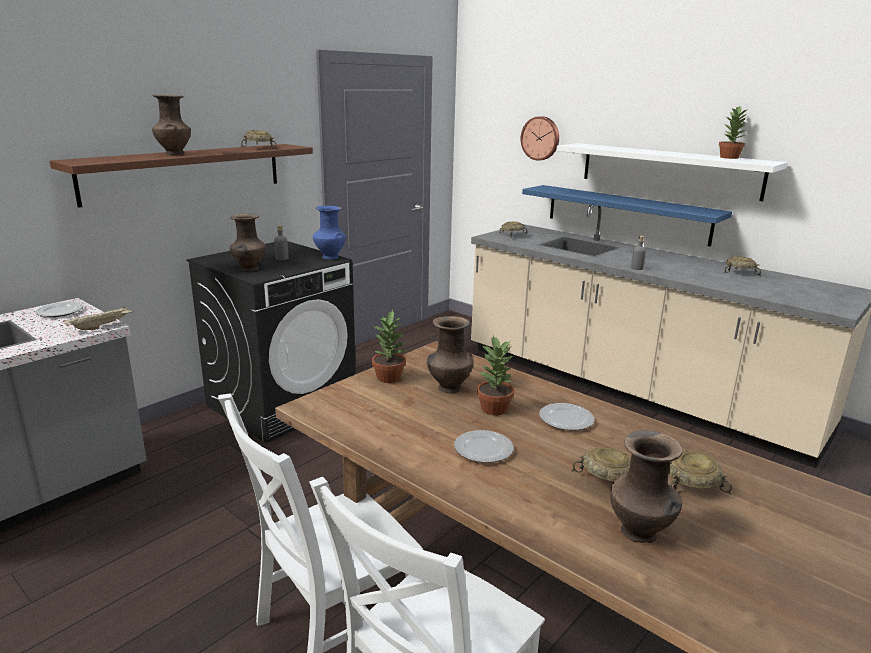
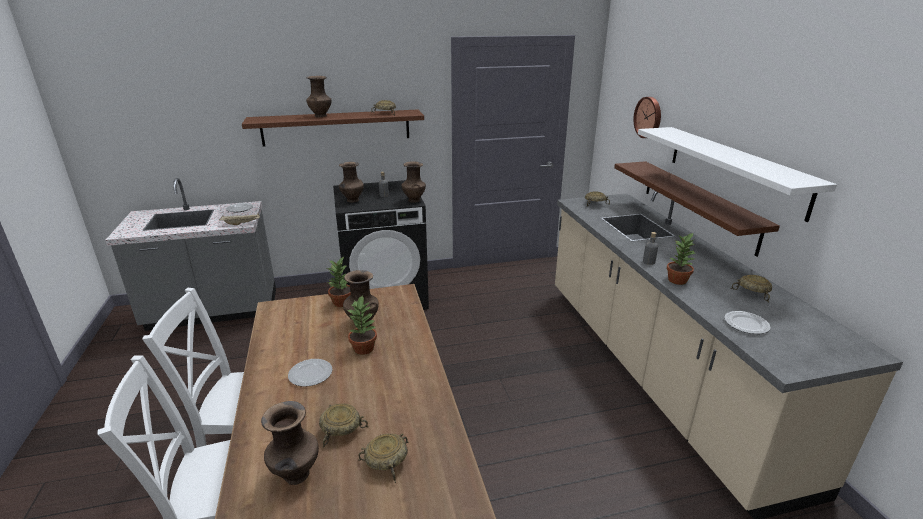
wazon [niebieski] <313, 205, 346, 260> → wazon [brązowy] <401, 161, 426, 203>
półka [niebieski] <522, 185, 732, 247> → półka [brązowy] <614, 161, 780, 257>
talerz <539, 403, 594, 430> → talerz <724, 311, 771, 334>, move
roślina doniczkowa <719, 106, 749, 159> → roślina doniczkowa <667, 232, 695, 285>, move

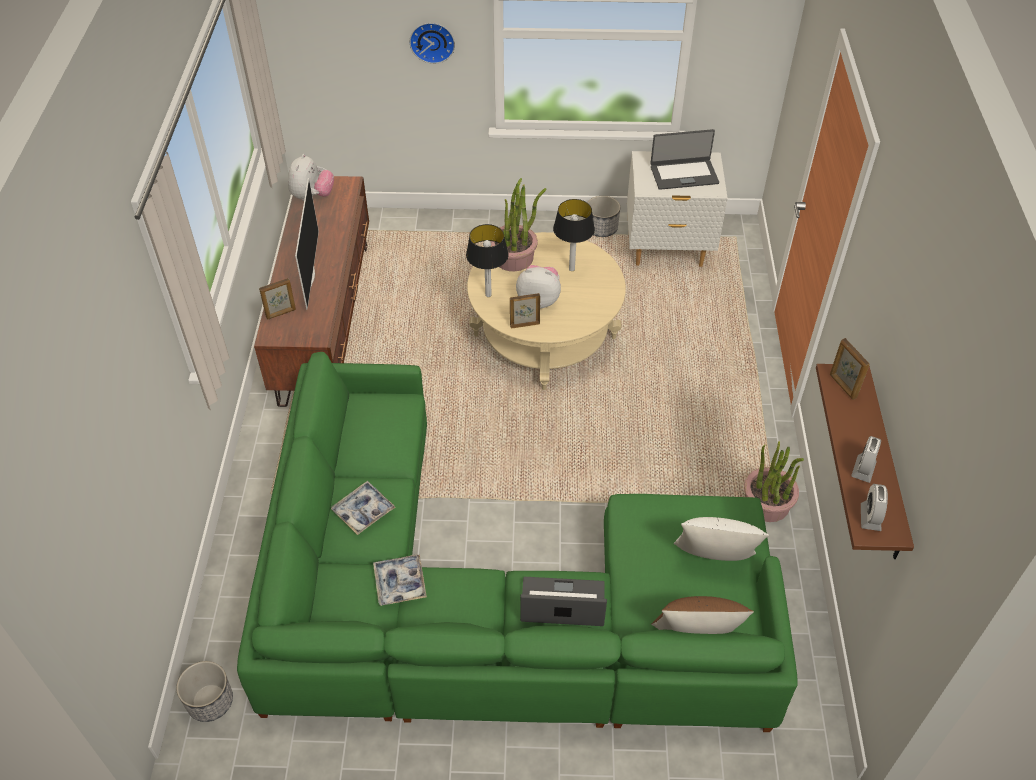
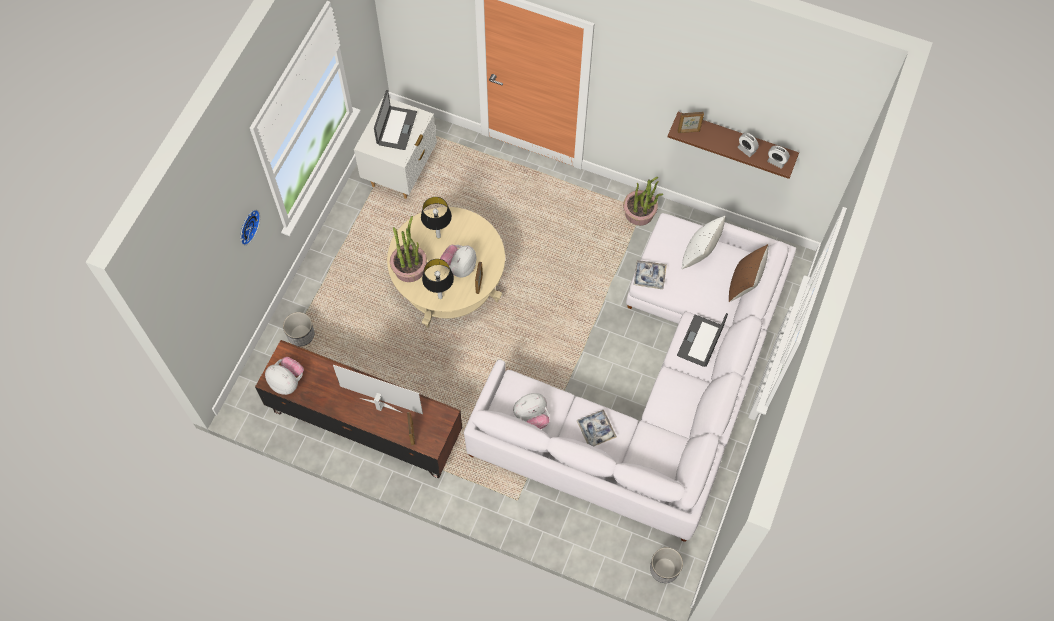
kanapa [zielony] <237, 352, 798, 732> → kanapa [biały] <464, 213, 796, 542>
taca <373, 554, 427, 606> → taca <634, 260, 667, 289>, move
donica <587, 196, 620, 237> → donica <283, 312, 314, 346>, move
- → pluszak <513, 393, 550, 429>

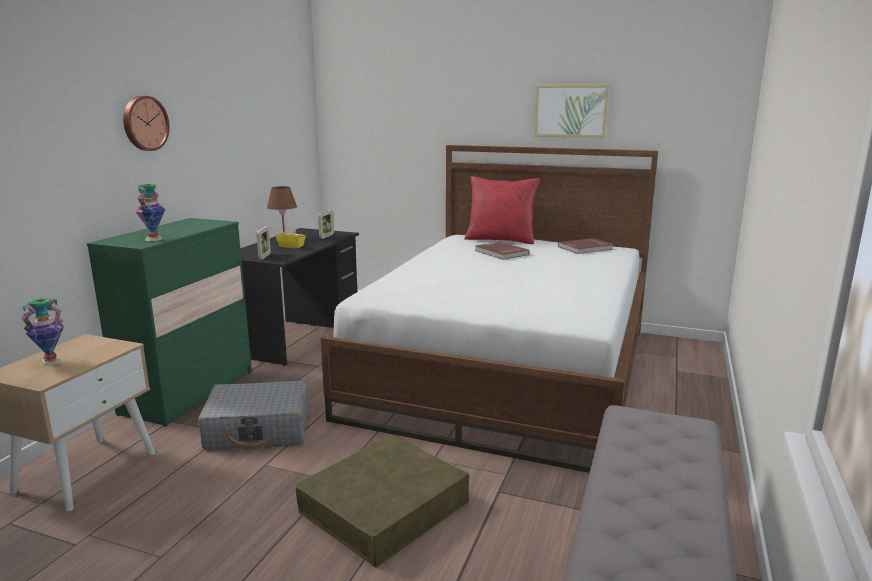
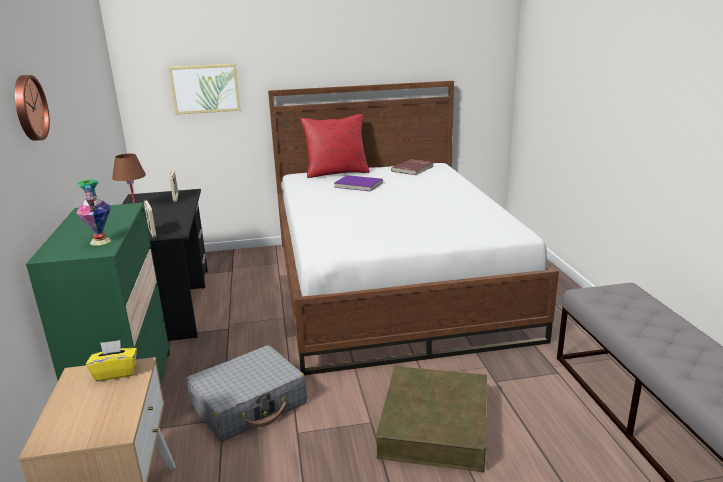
wazon <21, 298, 64, 367> → -
pudełko chusteczek [żółty] <276, 226, 306, 248> → pudełko chusteczek [żółty] <86, 340, 137, 381>, move
książka [czerwony] <475, 242, 529, 260> → książka [fioletowy] <334, 175, 383, 192>
obraz <534, 84, 609, 138> → obraz <168, 64, 240, 114>, move

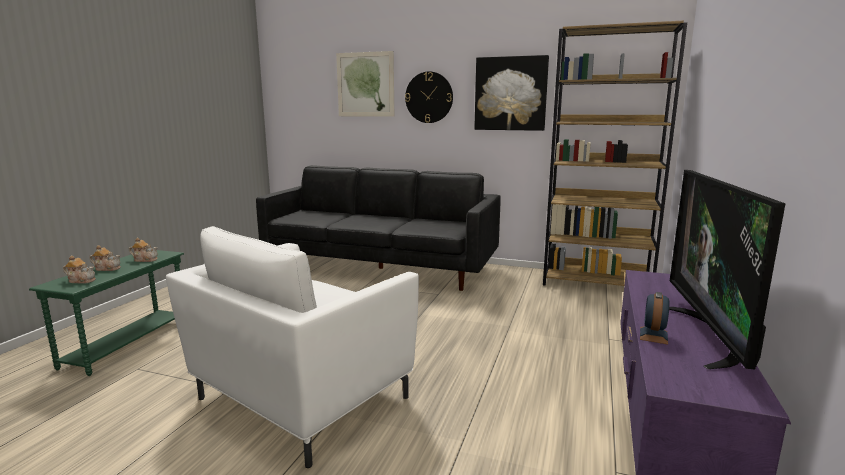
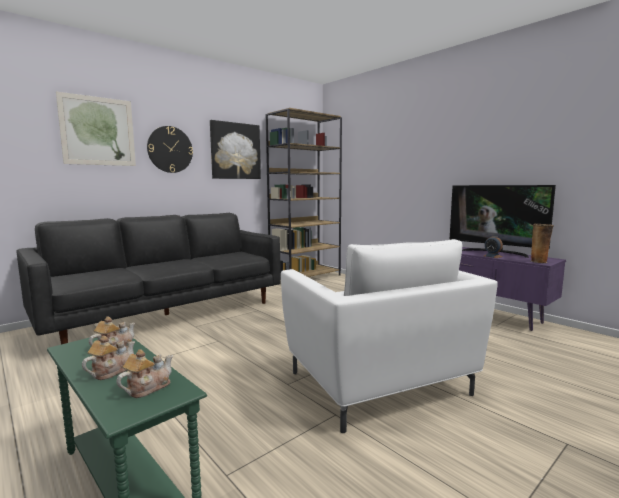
- → wazon <531, 224, 554, 263>

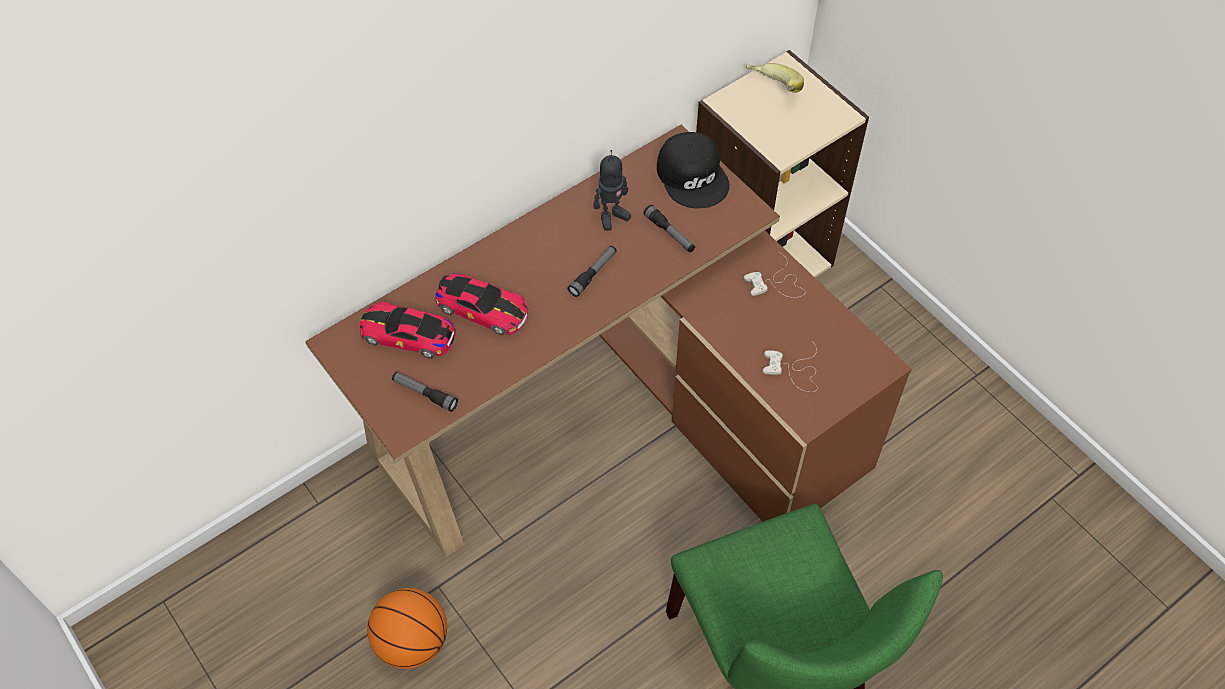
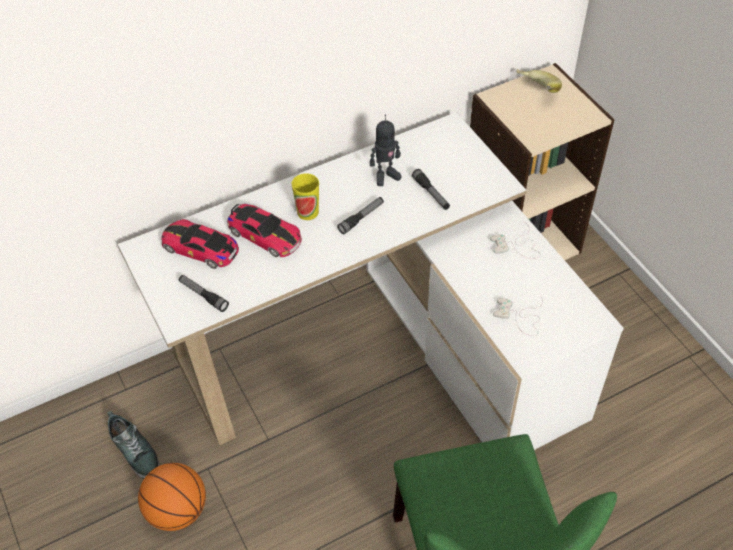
biurko [brązowy] <305, 125, 912, 557> → biurko [biały] <118, 112, 624, 450>
czapka z daszkiem [czarny] <657, 132, 729, 209> → -
- → but <107, 411, 159, 479>
- → filiżanka <292, 173, 319, 220>

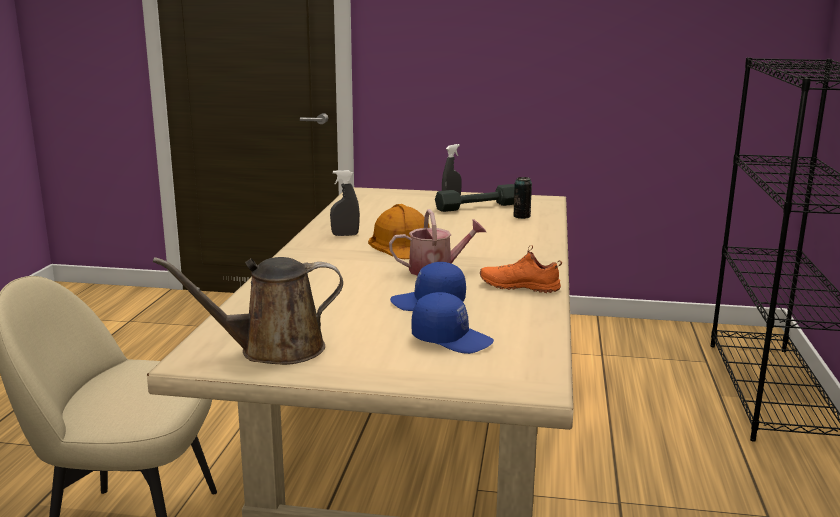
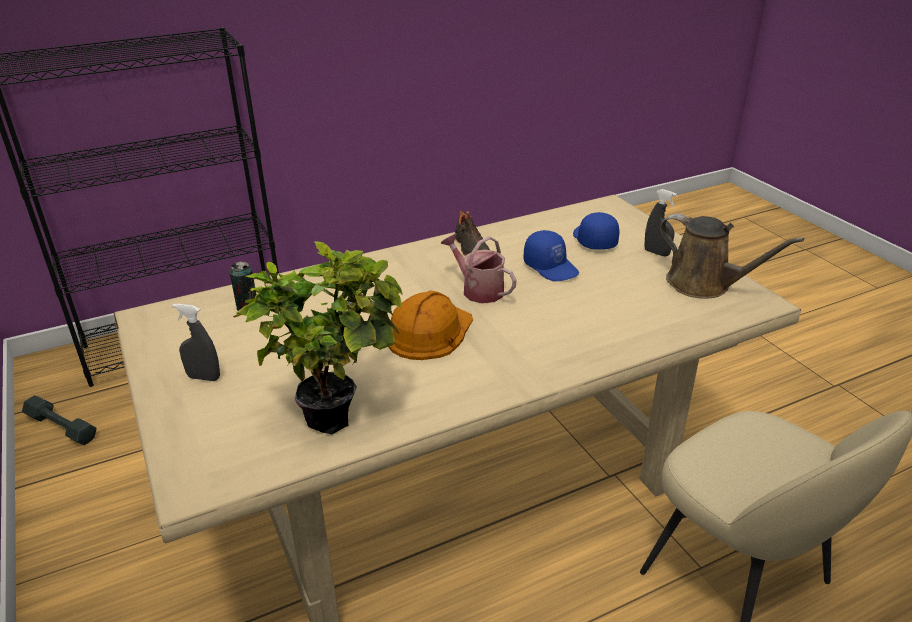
spryskiwacz [szary] <330, 170, 360, 236> → spryskiwacz [szary] <644, 189, 677, 257>, move
hantel [szary] <435, 184, 515, 212> → hantel [szary] <22, 395, 97, 445>, move
but [pomarańczowy] <480, 245, 562, 293> → but [czarny] <454, 210, 490, 255>
- → roślina doniczkowa <233, 241, 403, 434>

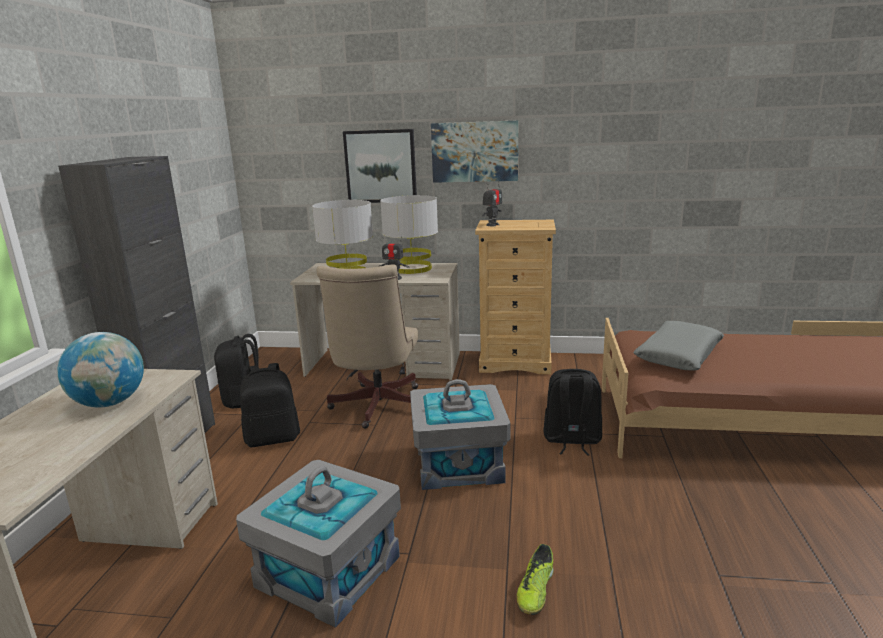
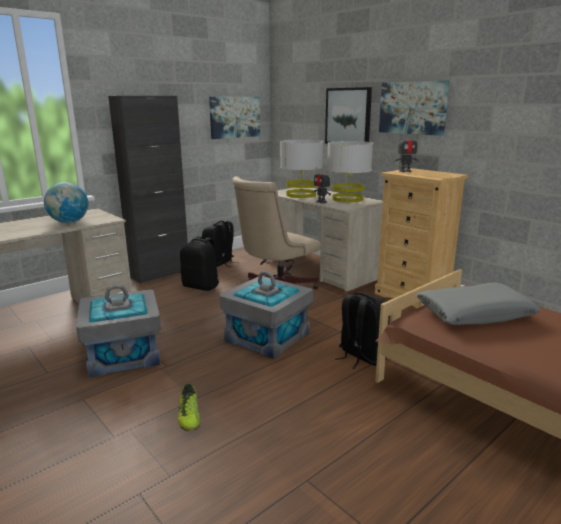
but <517, 544, 554, 615> → but <178, 384, 200, 431>, 75 degrees counterclockwise
- → obraz <209, 97, 260, 139>

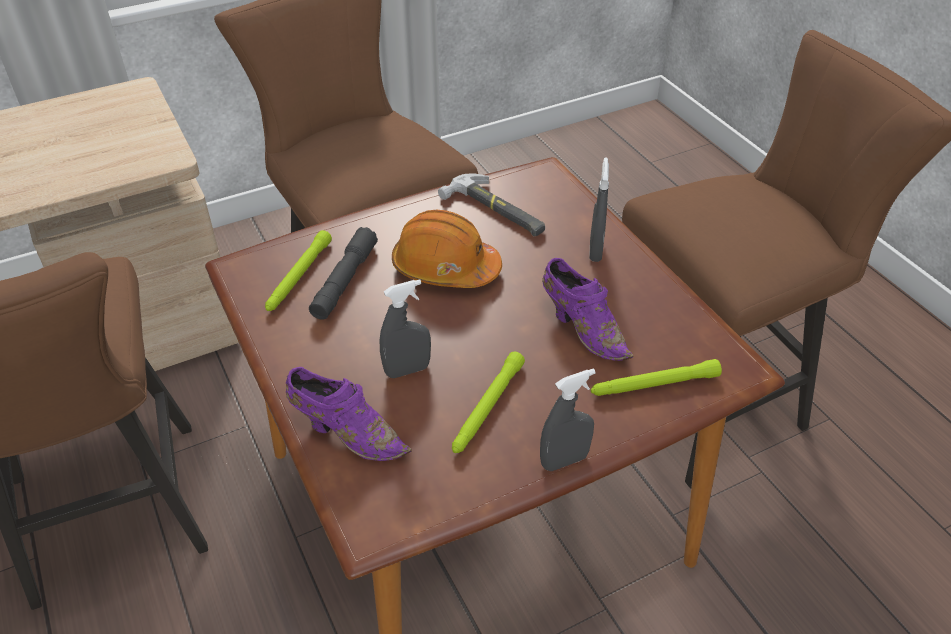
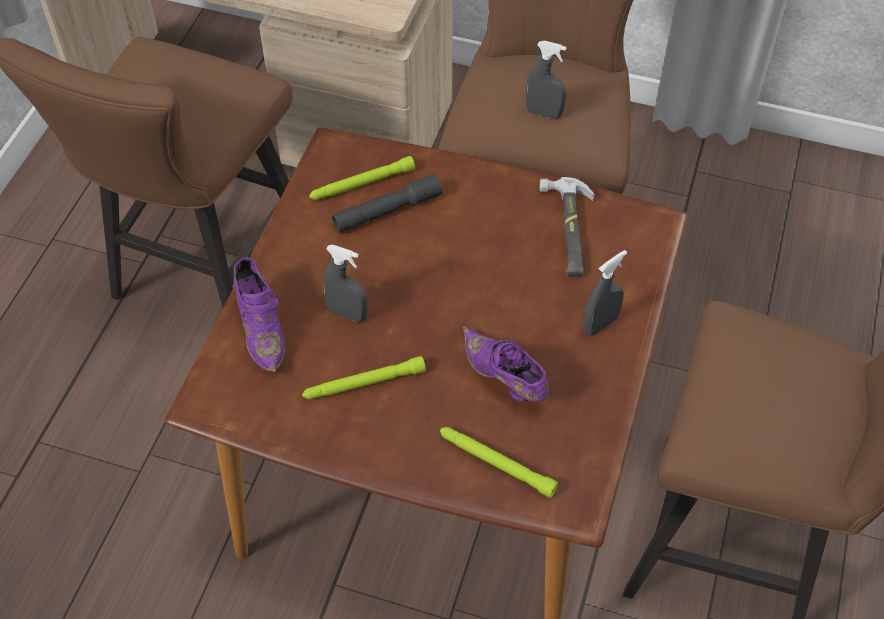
kask [pomarańczowy] <392, 210, 502, 288> → -
spryskiwacz [szary] <540, 369, 596, 471> → spryskiwacz [szary] <526, 41, 566, 119>, move
but [fioletowy] <542, 258, 633, 361> → but [fioletowy] <463, 326, 549, 402>, 135 degrees clockwise

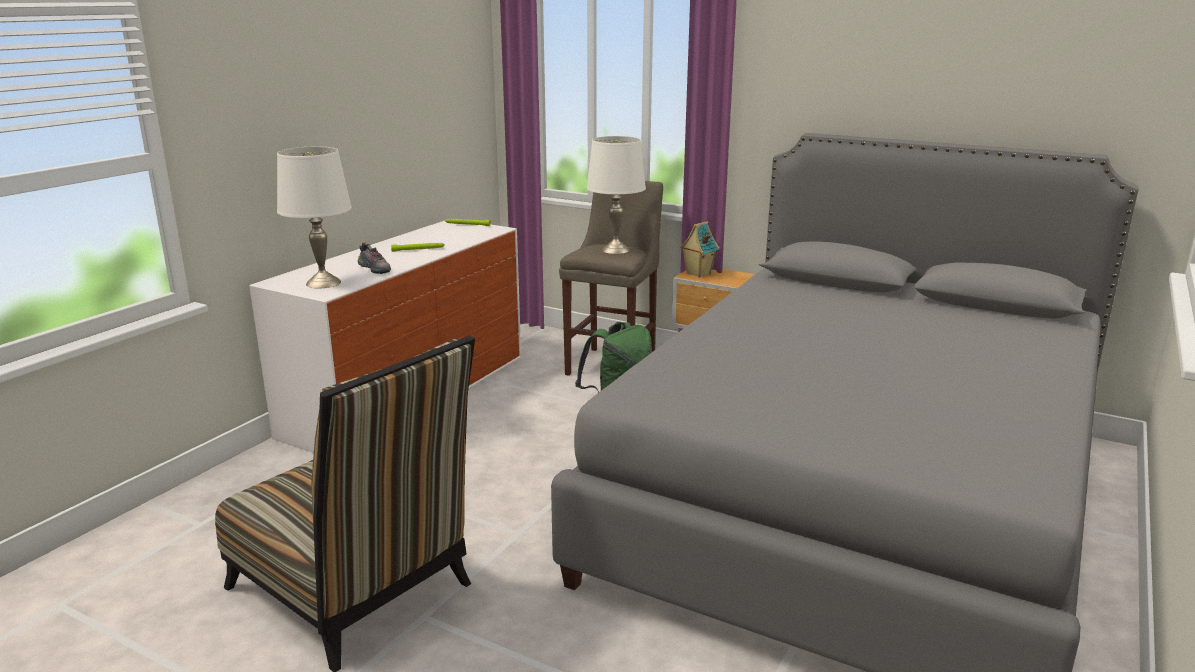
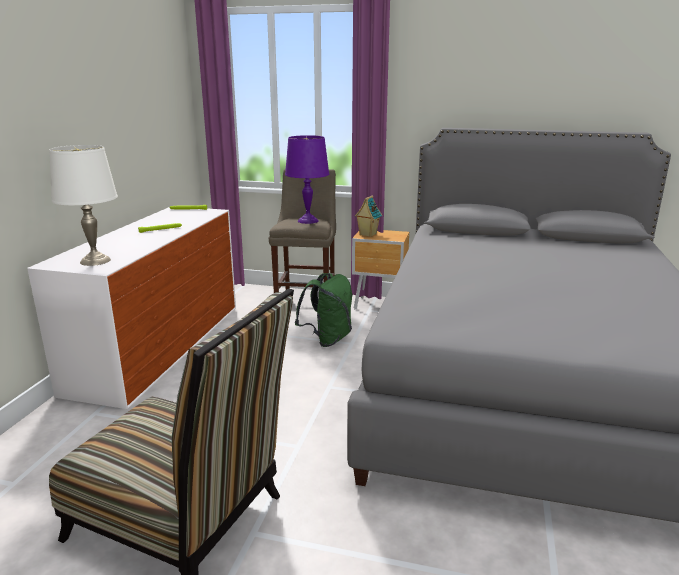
but <358, 243, 391, 274> → -
lampa stołowa [biały] <587, 136, 646, 254> → lampa stołowa [fioletowy] <285, 135, 329, 224>

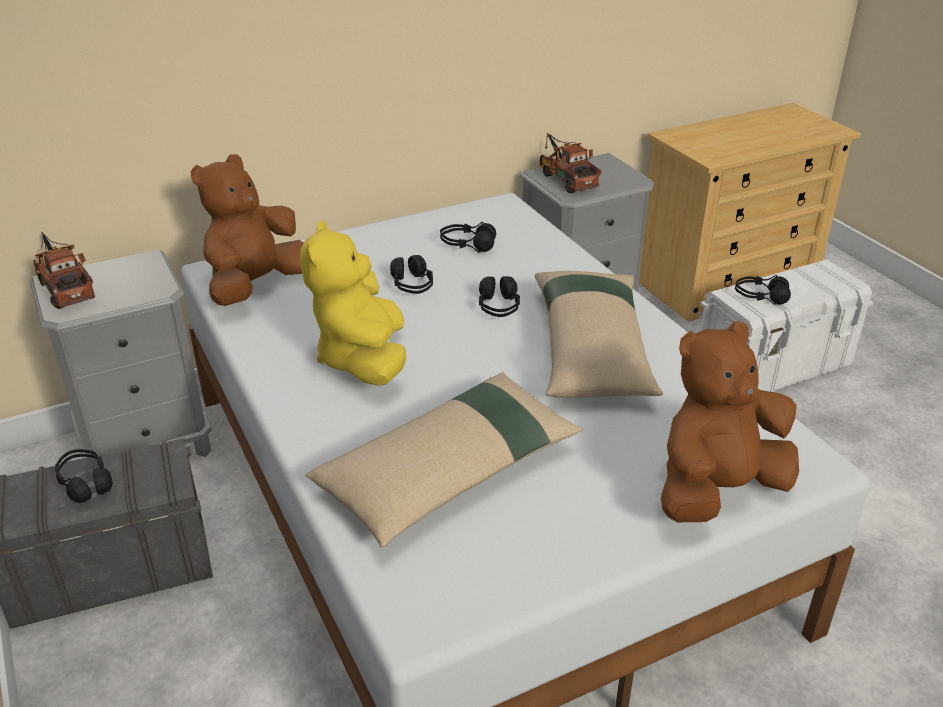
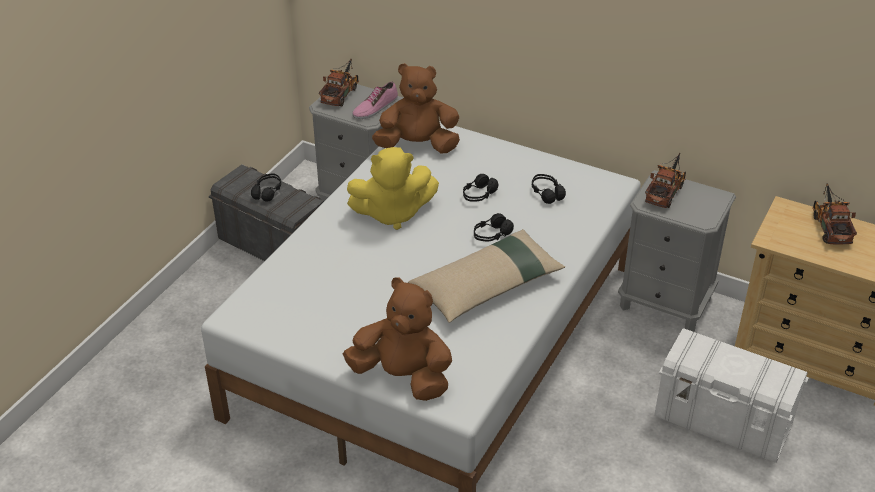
pluszak [żółty] <300, 220, 406, 386> → pluszak [żółty] <347, 147, 439, 230>, 150 degrees counterclockwise
poduszka [beżowy] <305, 372, 582, 548> → -
słuchawki [czarny] <735, 275, 791, 305> → -
- → but <352, 82, 398, 119>
- → ciężarówka zabawkowa <812, 183, 857, 244>

